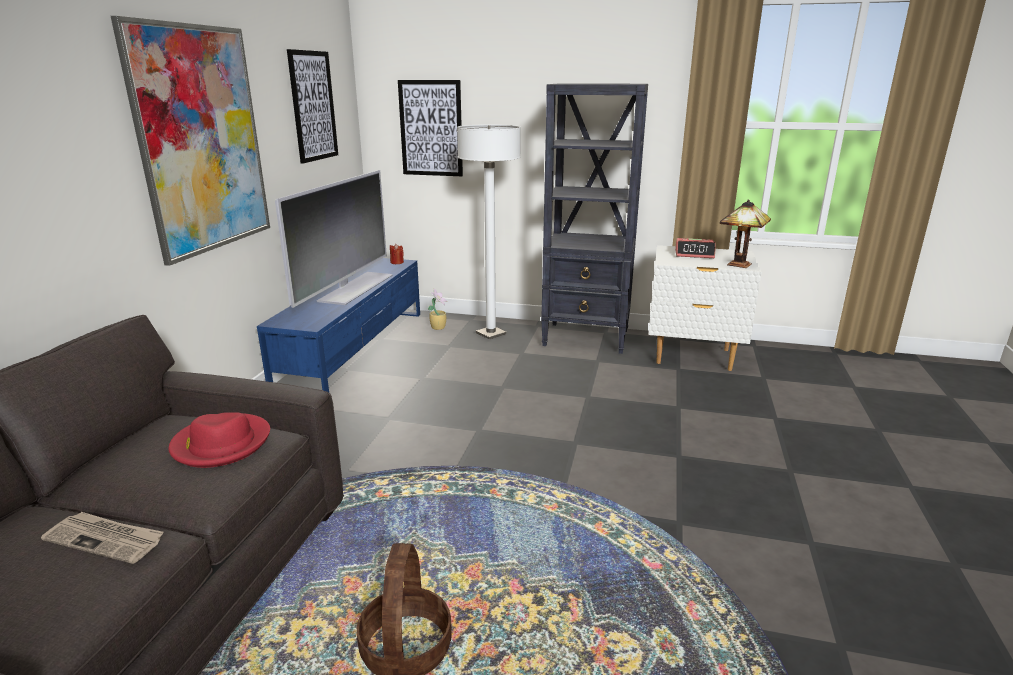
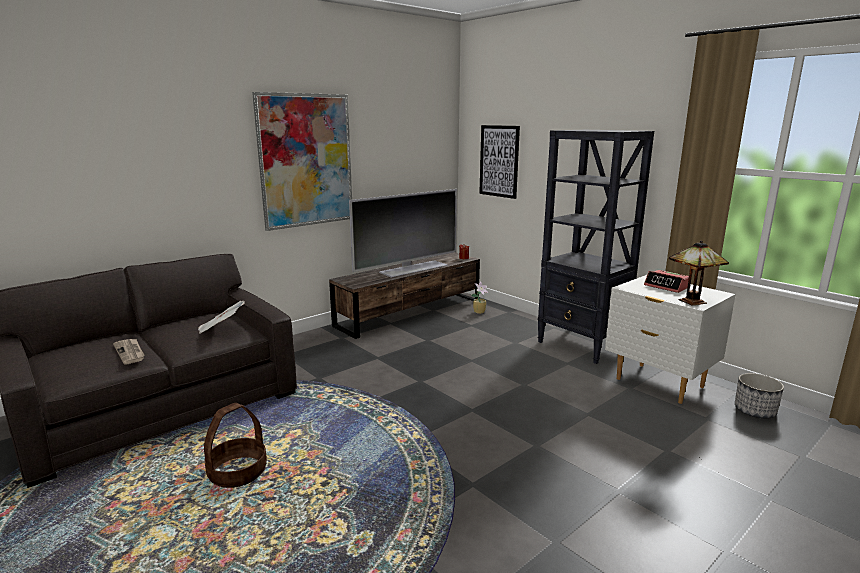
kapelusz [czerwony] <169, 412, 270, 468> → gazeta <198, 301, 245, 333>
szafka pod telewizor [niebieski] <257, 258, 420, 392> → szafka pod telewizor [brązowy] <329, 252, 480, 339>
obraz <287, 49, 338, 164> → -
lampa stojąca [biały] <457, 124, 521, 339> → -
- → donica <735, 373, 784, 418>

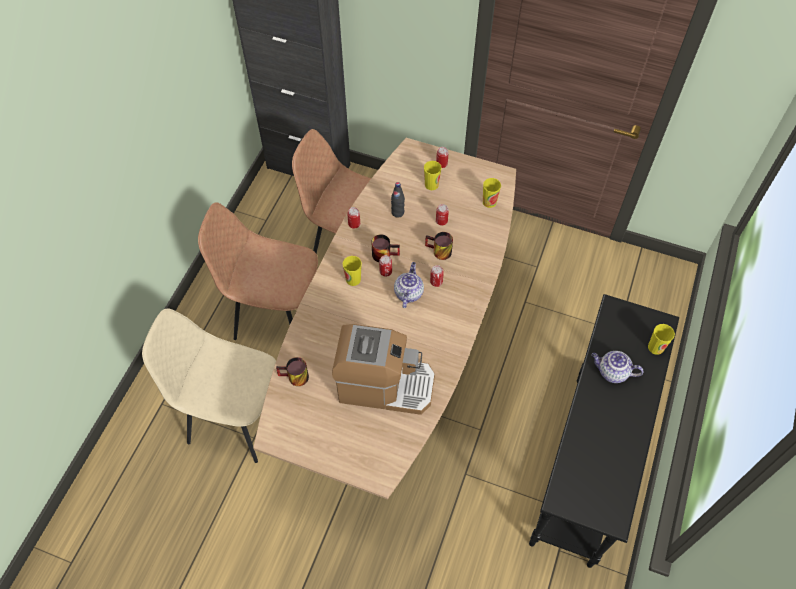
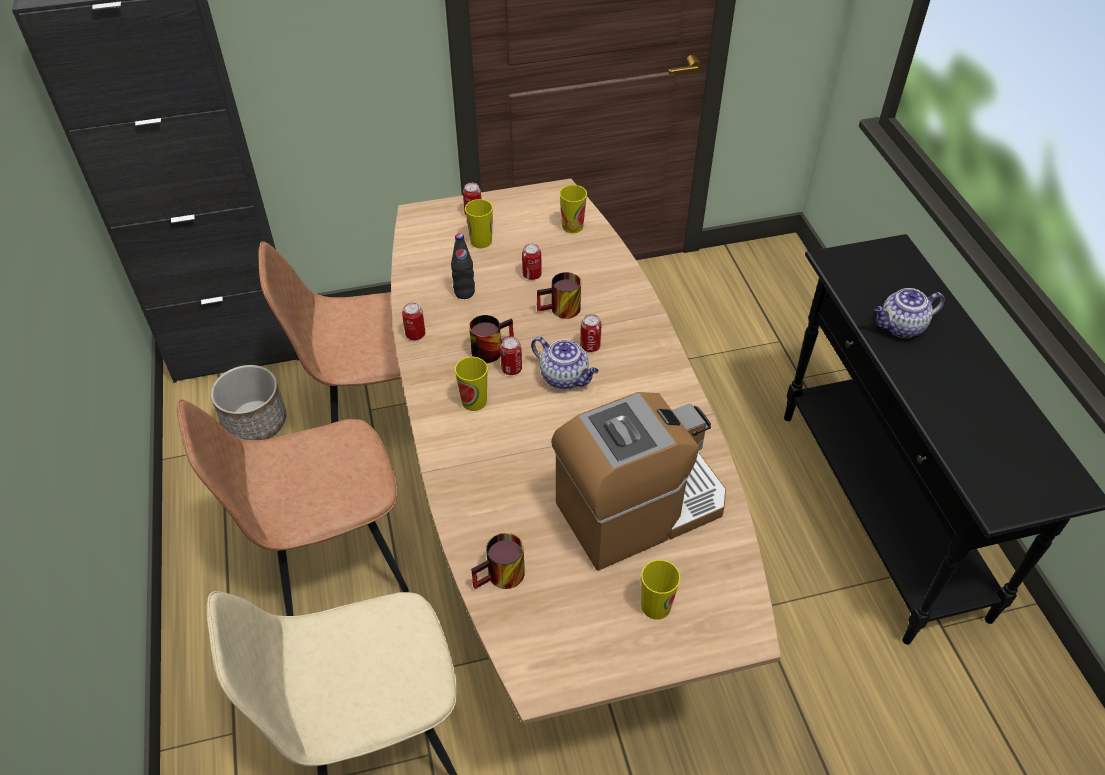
imbryk <394, 262, 424, 308> → imbryk <531, 337, 599, 389>, 150 degrees clockwise
filiżanka <648, 324, 675, 355> → filiżanka <641, 560, 680, 620>, move
- → donica <211, 365, 286, 440>

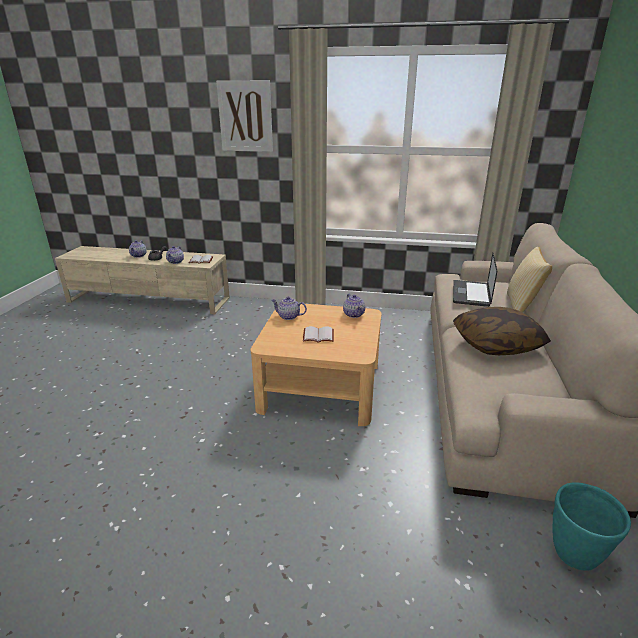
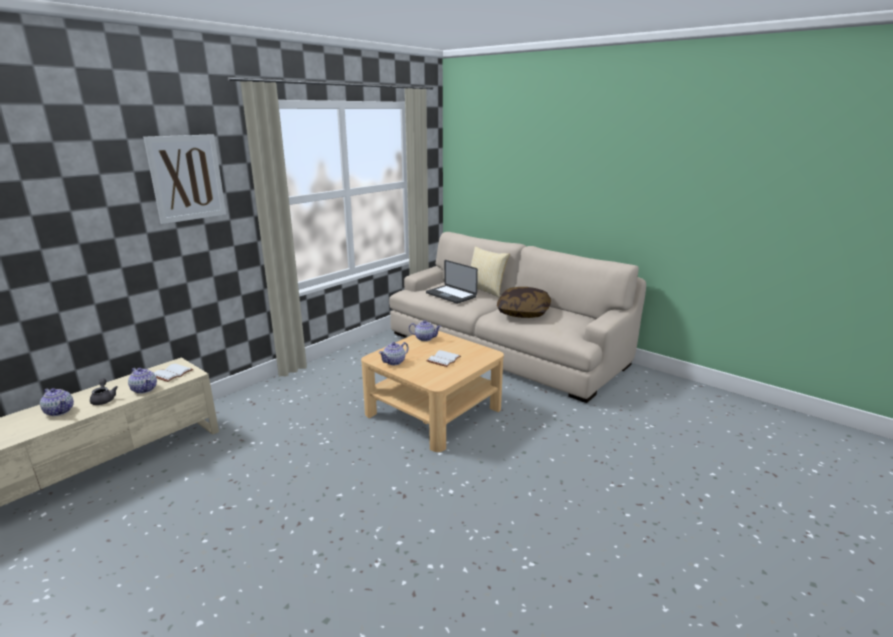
donica [turkusowy] <553, 482, 631, 570> → -

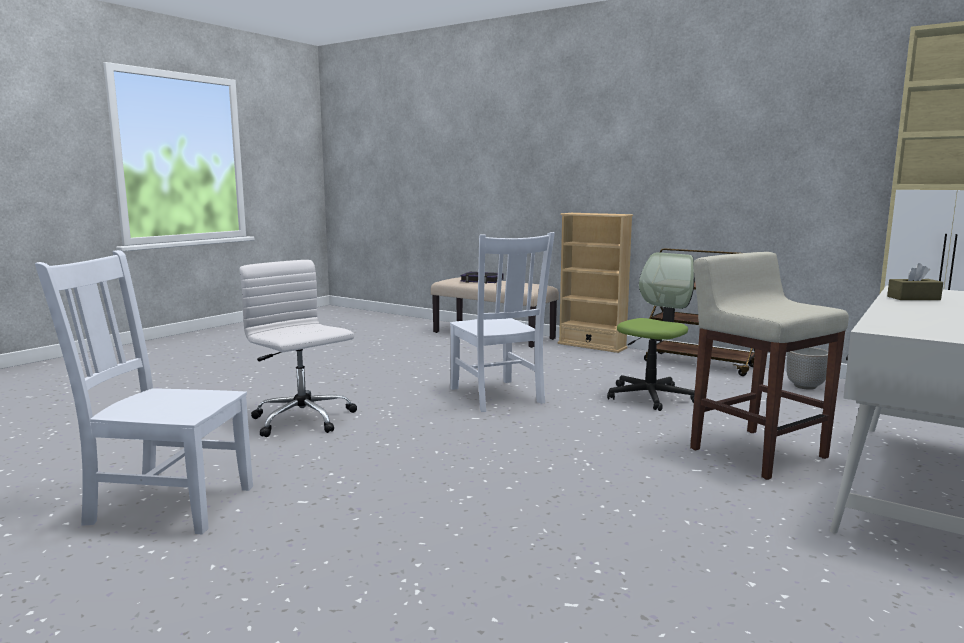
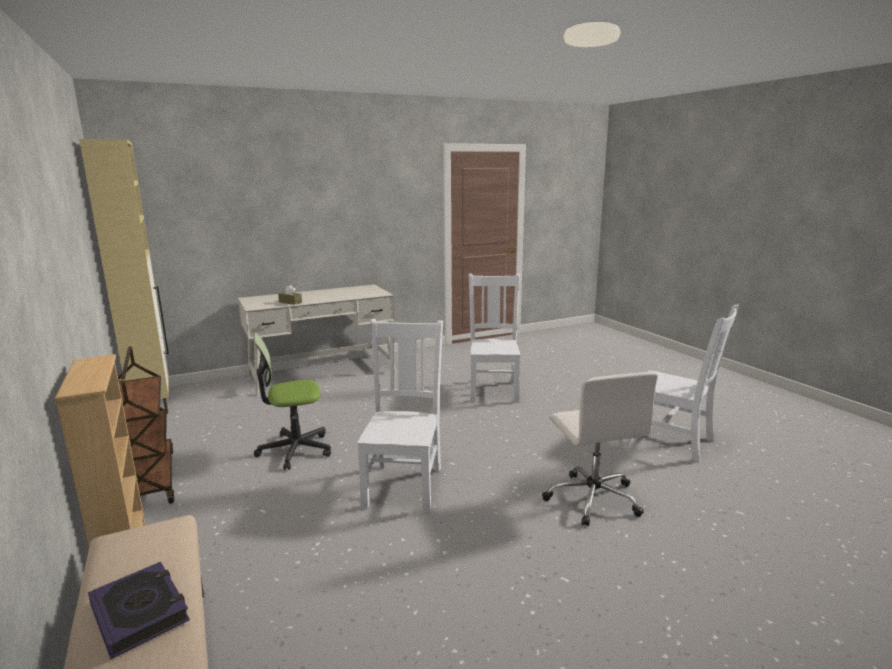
stołek [beżowy] <690, 252, 849, 480> → -
donica <786, 347, 828, 390> → -
- → krzesło [biały] <469, 273, 520, 402>

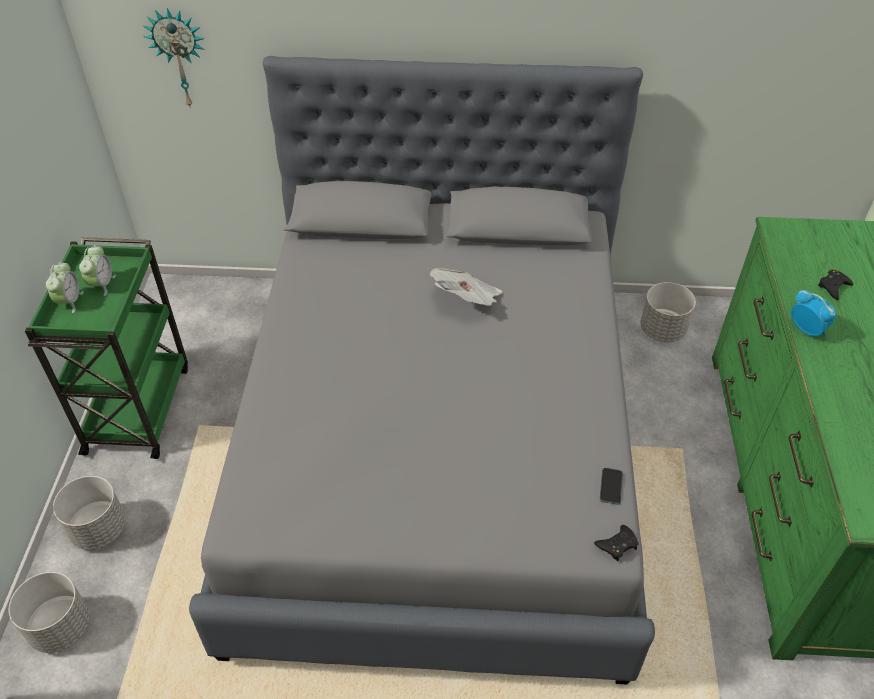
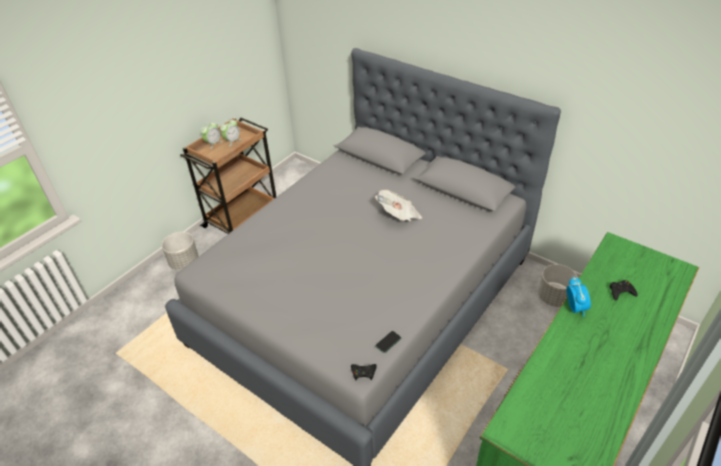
donica [szary] <9, 572, 90, 653> → -
wózek [zielony] <25, 237, 188, 459> → wózek [brązowy] <180, 118, 276, 234>
zegar ścienny <143, 8, 205, 109> → -

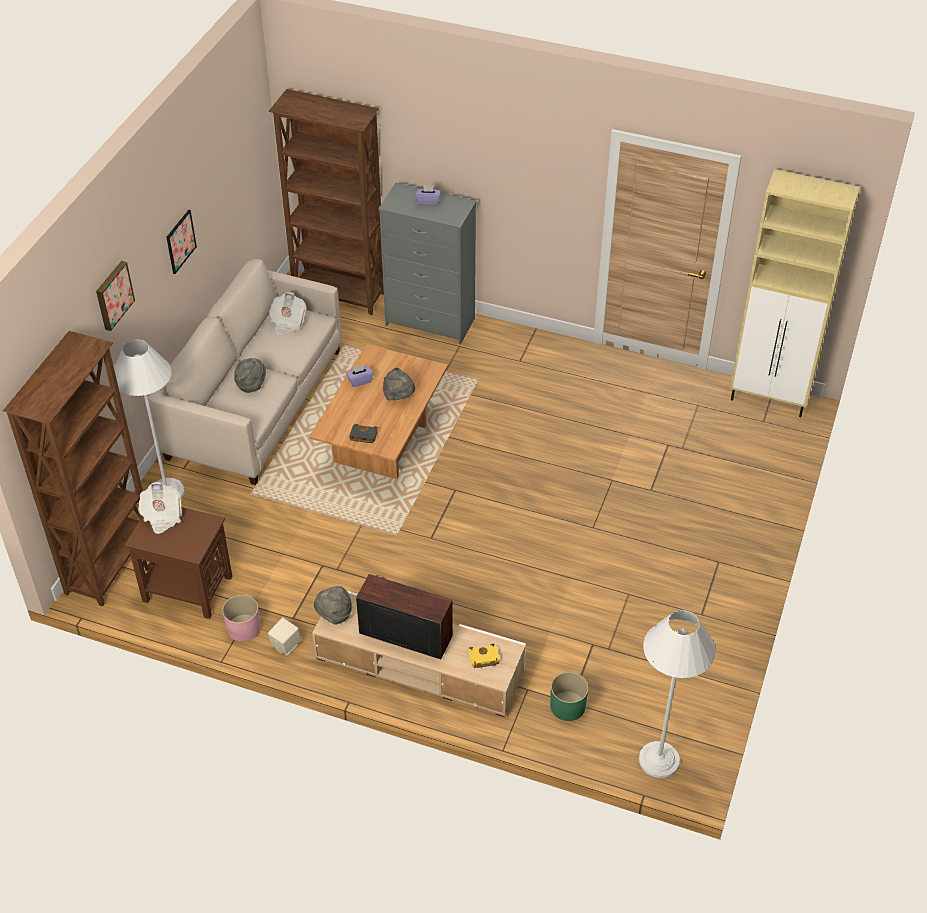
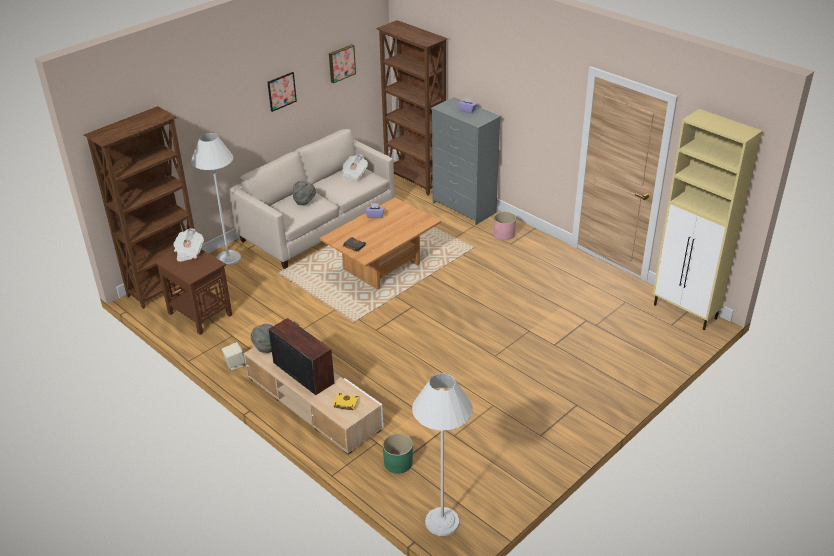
obraz <96, 261, 135, 331> → obraz <329, 44, 356, 83>, move
donica [różowy] <222, 595, 261, 642> → donica [różowy] <494, 212, 516, 240>, move
kapelusz [szary] <383, 368, 415, 400> → -

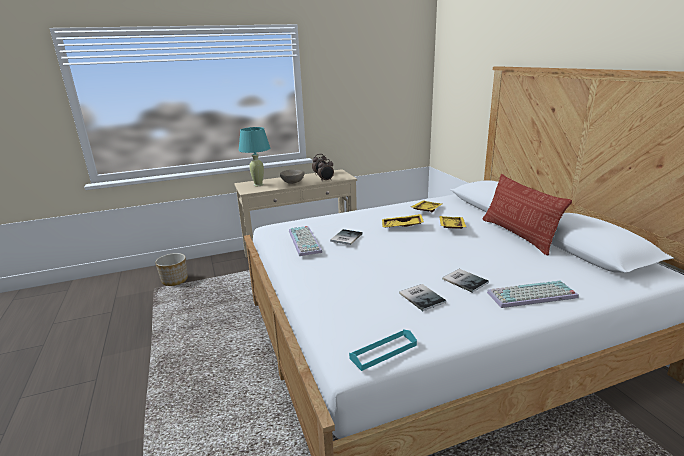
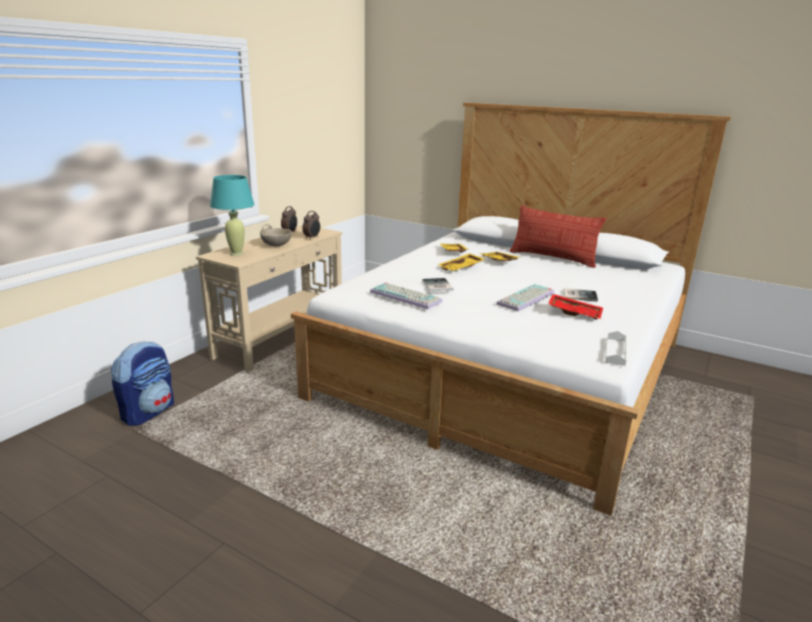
donica <155, 253, 188, 286> → plecak <111, 341, 174, 426>
taca [turkusowy] <349, 329, 417, 371> → taca [biały] <605, 331, 627, 366>
książka <399, 284, 446, 311> → taca [czerwony] <548, 294, 603, 320>
klawiatura <487, 281, 579, 308> → klawiatura <496, 284, 554, 311>, move

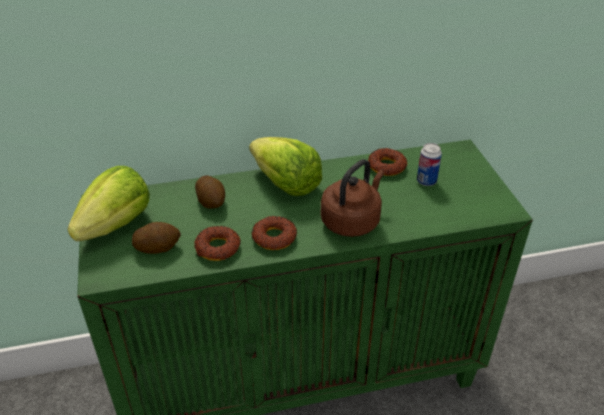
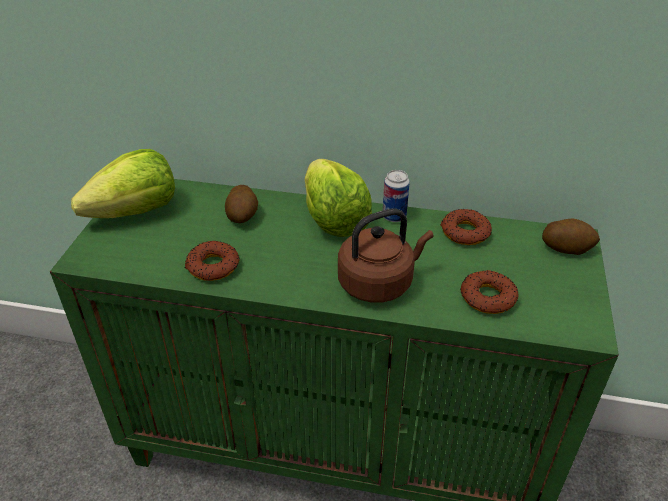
ziemniak <132, 222, 181, 254> → ziemniak <542, 219, 600, 255>, move
donut <252, 216, 297, 250> → donut <460, 270, 519, 314>, move
puszka <417, 143, 442, 186> → puszka <383, 170, 410, 222>, move

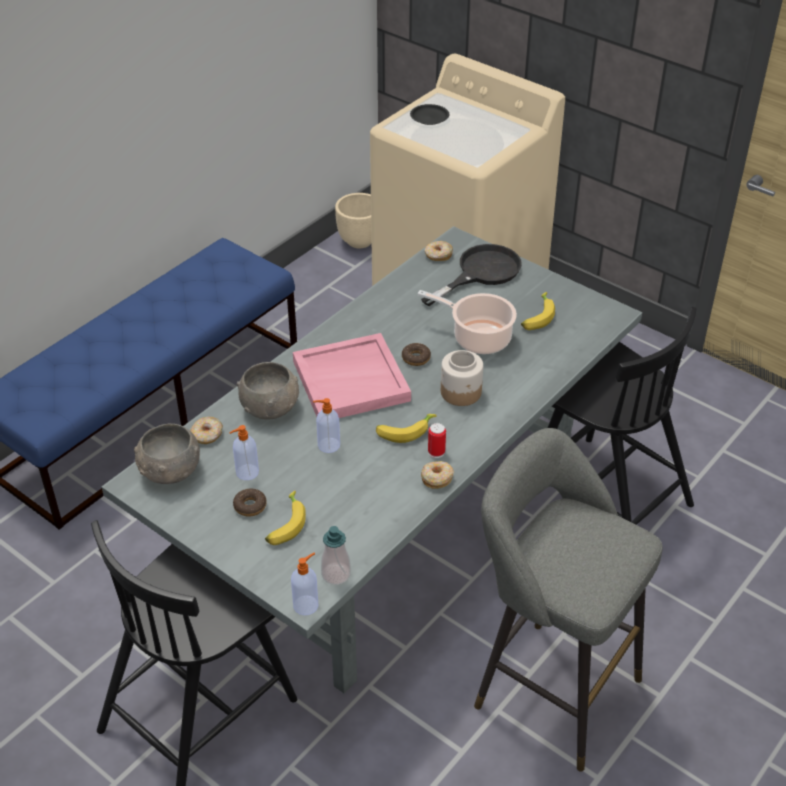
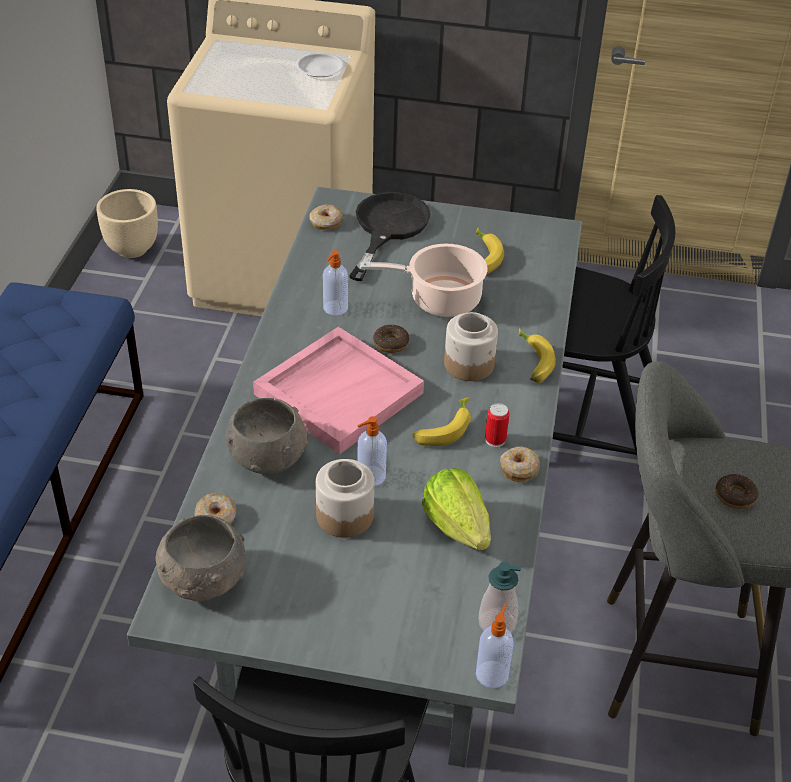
dozownik mydła <229, 425, 259, 480> → dozownik mydła <323, 250, 348, 316>, move
donut <233, 489, 267, 517> → donut <716, 474, 758, 509>, move
banan <265, 491, 306, 545> → banan <519, 328, 556, 383>, move
talerz [czarny] <410, 104, 449, 125> → -
- → talerz [biały] <296, 53, 344, 77>
- → słoik <316, 459, 374, 538>
- → sałata <422, 468, 491, 550>

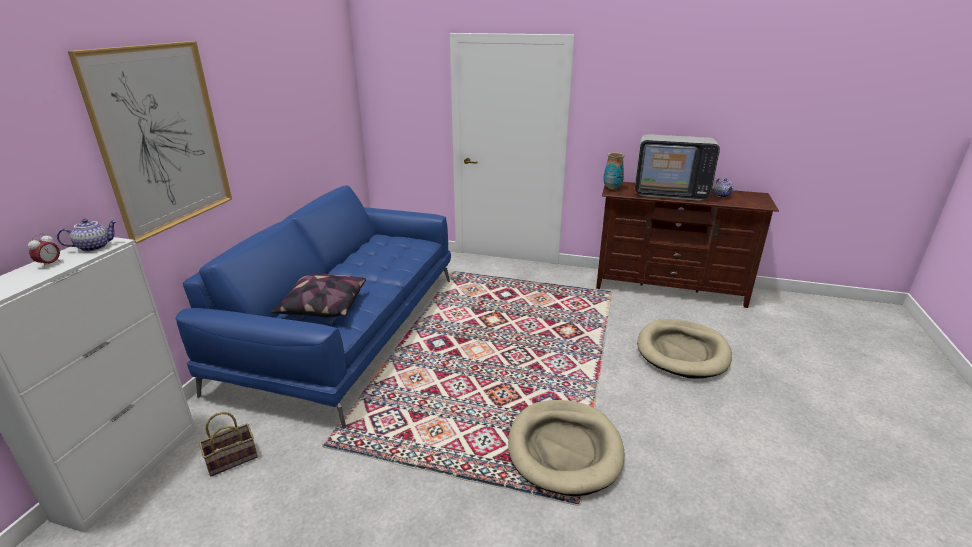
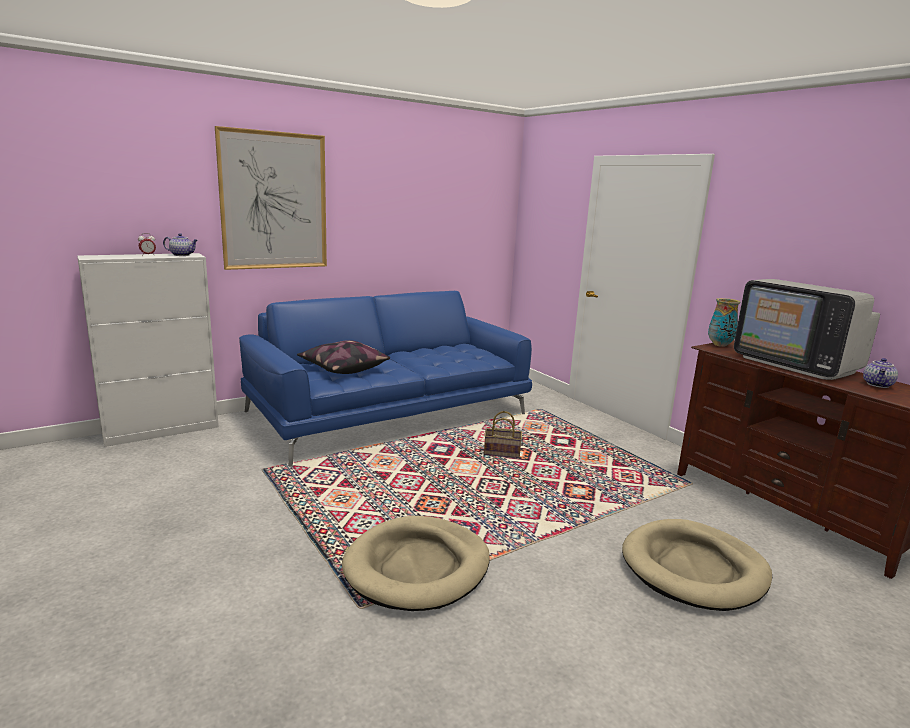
koszyk <199, 412, 258, 477> → koszyk <484, 411, 522, 458>, move

